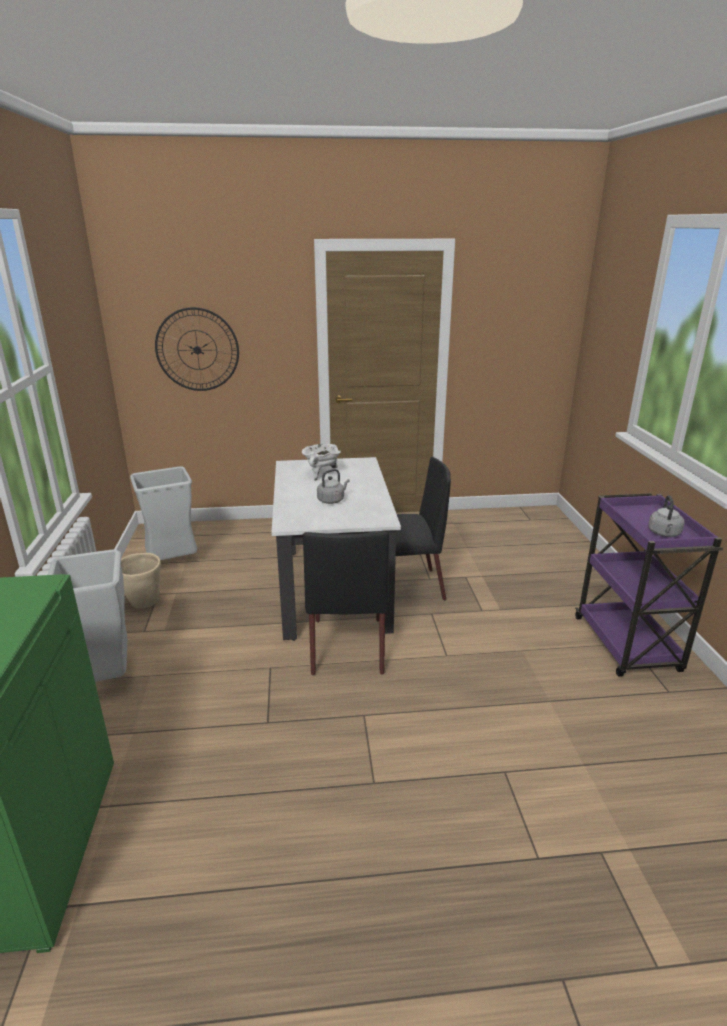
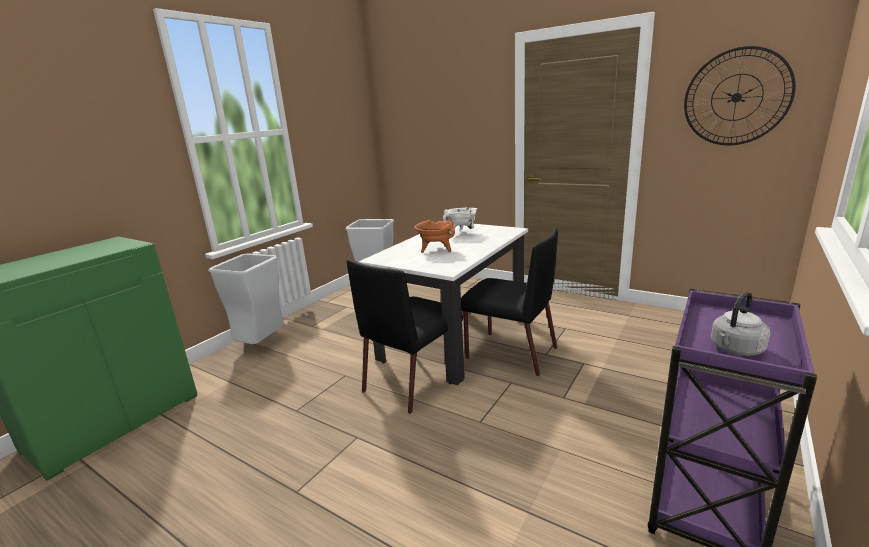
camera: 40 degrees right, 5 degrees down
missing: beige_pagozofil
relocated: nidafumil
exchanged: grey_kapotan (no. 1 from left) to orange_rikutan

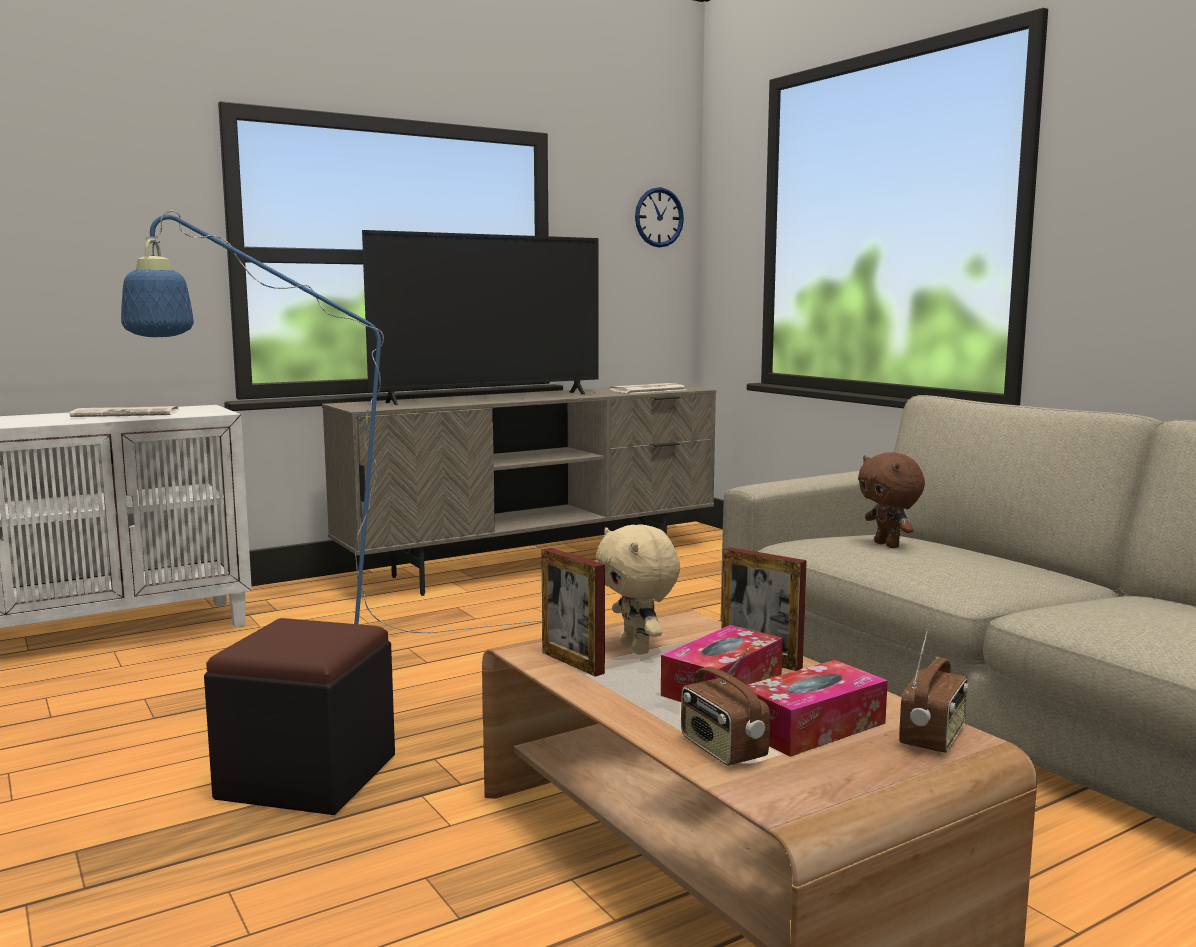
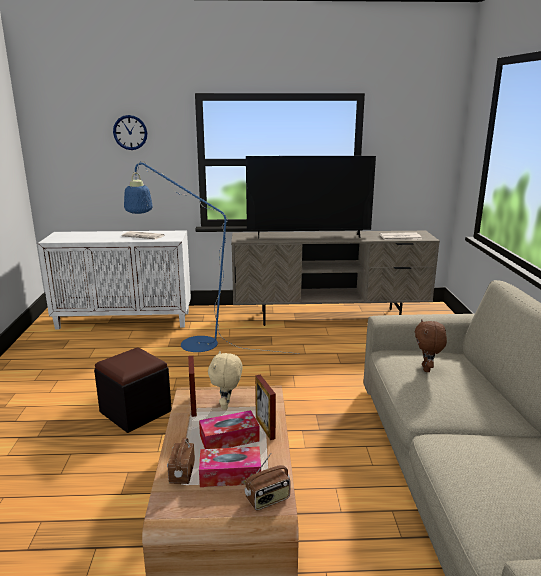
camera: 30 degrees right, 10 degrees up
relocated: nidafumil

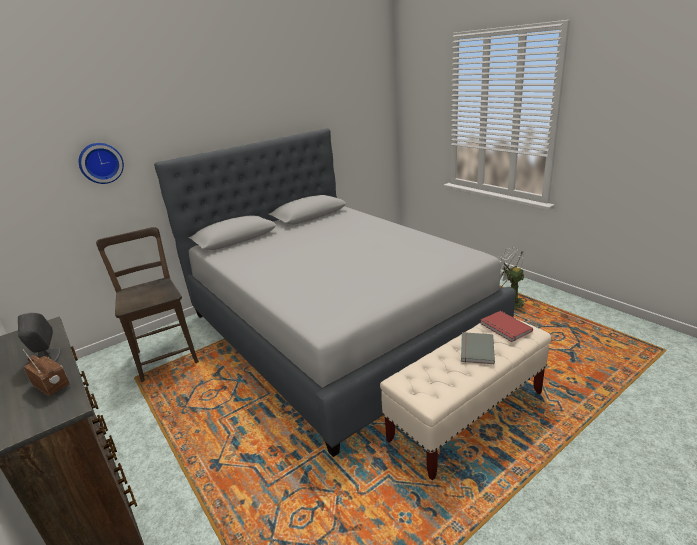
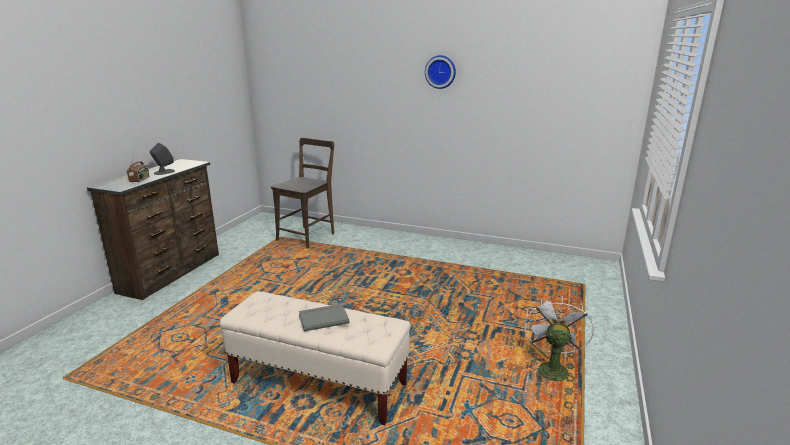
camera: 55 degrees right, 5 degrees down
missing: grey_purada; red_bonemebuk
relocated: nidafumil

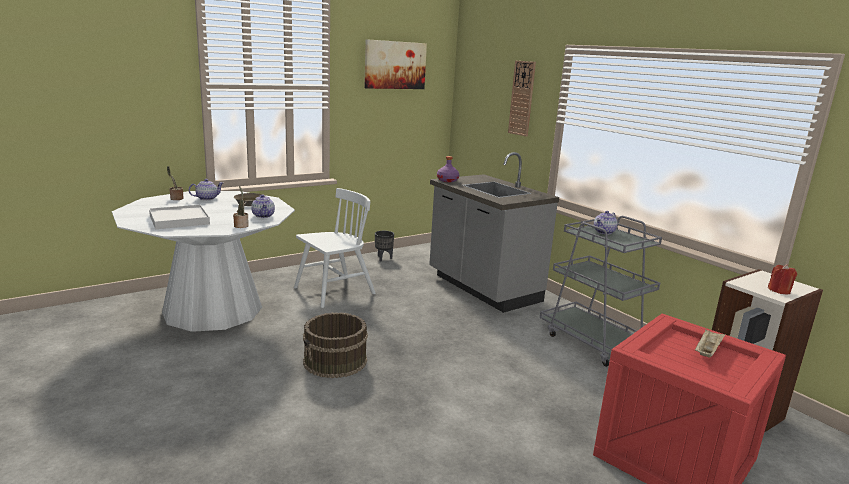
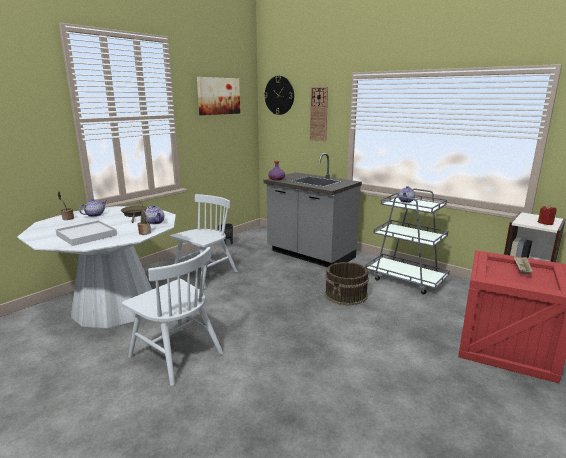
camera: 15 degrees left, 0 degrees up
appeared: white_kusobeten (no. 1 from left); nidafumil (no. 1 from left)
relocated: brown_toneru

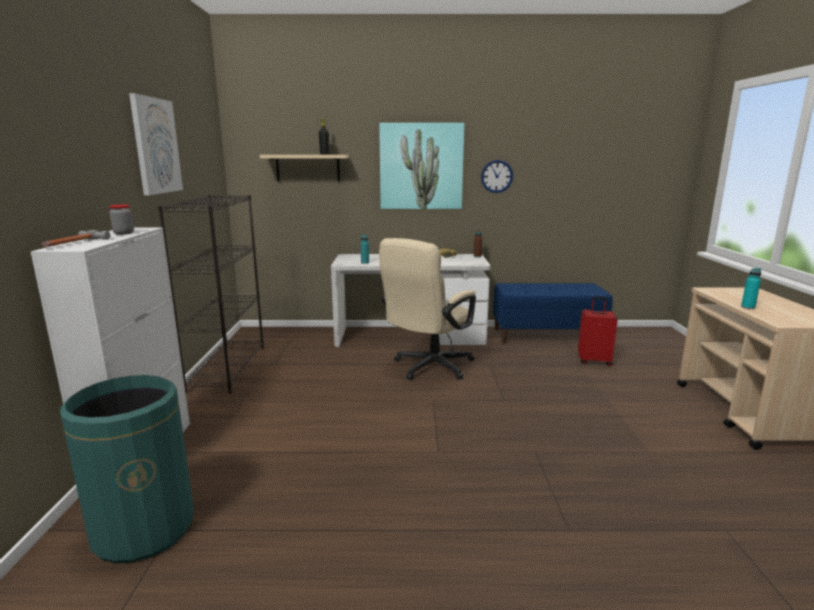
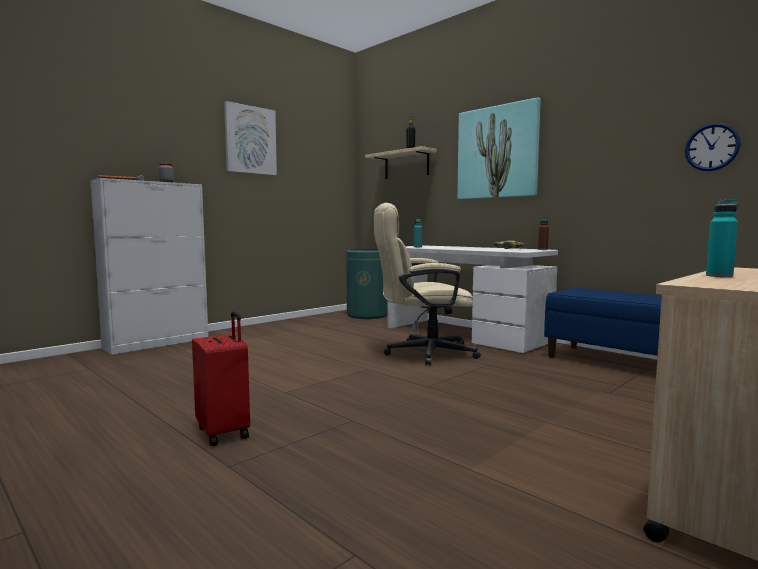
camera: 45 degrees right, 10 degrees down
missing: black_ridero
relocated: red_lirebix; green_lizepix; nidafumil

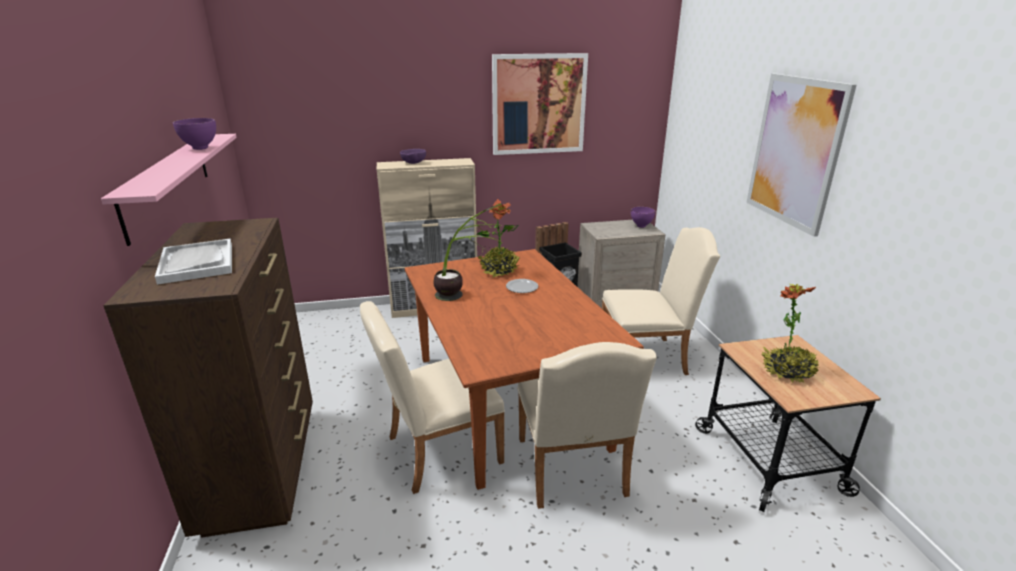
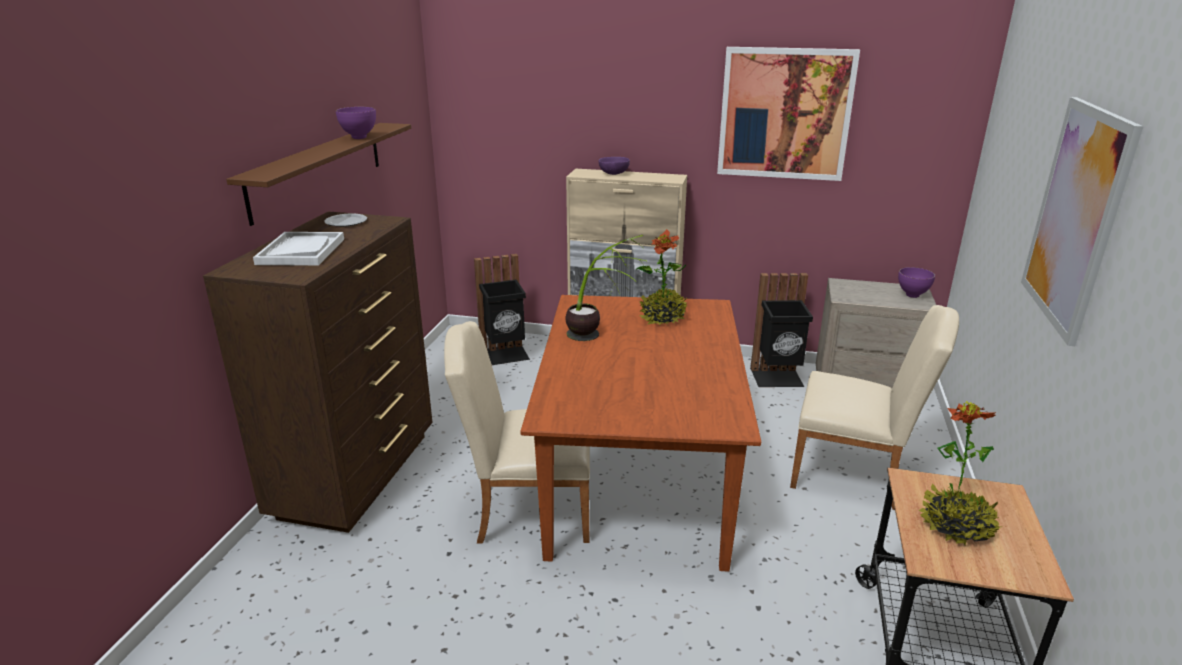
camera: 25 degrees right, 0 degrees up
missing: beige_kusobeten (no. 2 from left)
appeared: black_lizepix (no. 1 from left)
relocated: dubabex
colour: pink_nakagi to brown_nakagi

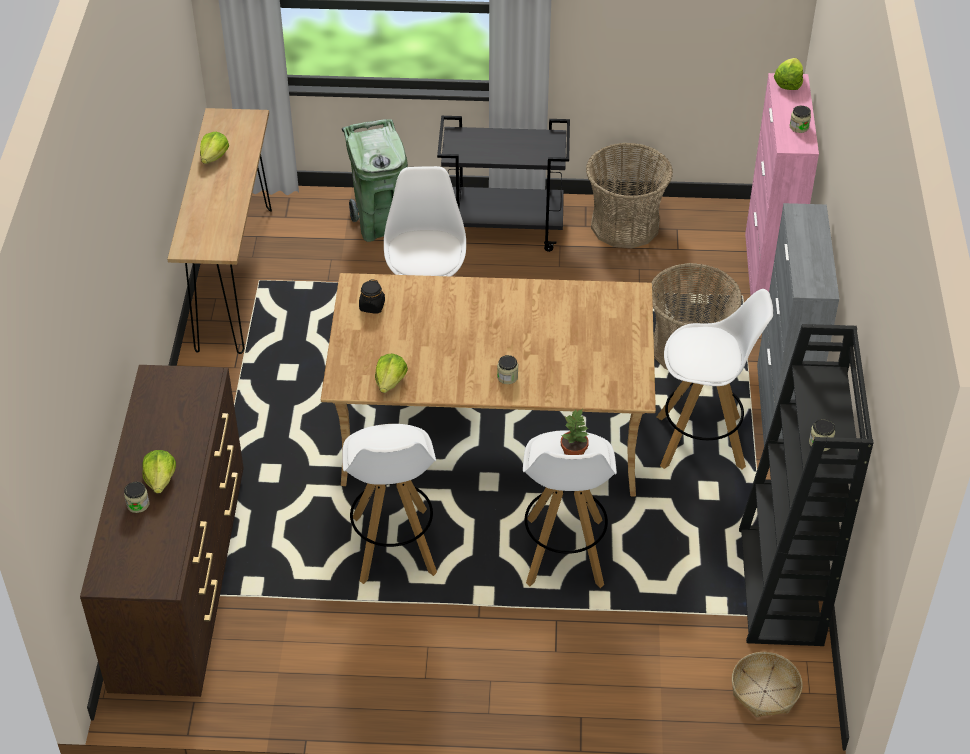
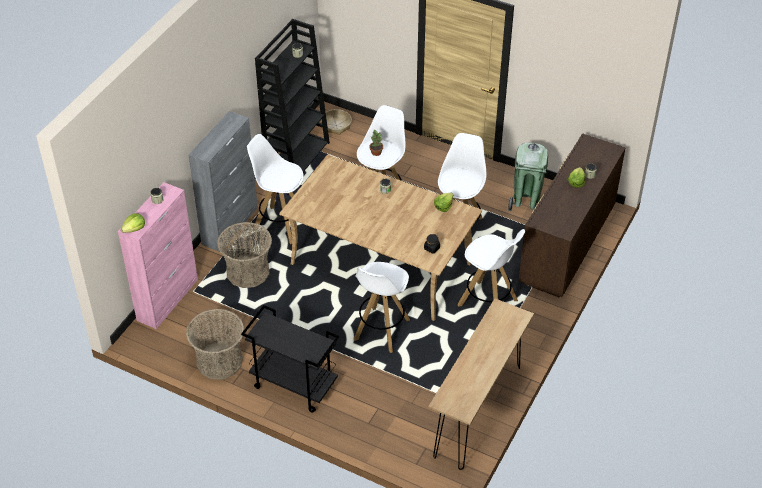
camera: 155 degrees left, 0 degrees up
missing: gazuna (no. 2 from left)
appeared: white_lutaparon (no. 5 from left)
relocated: green_lizepix

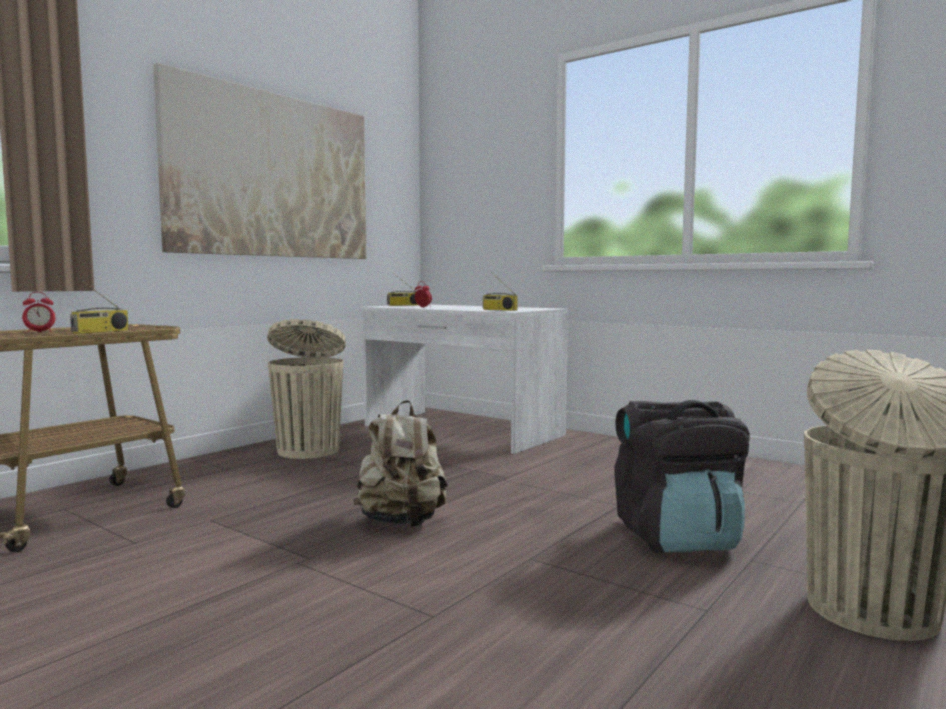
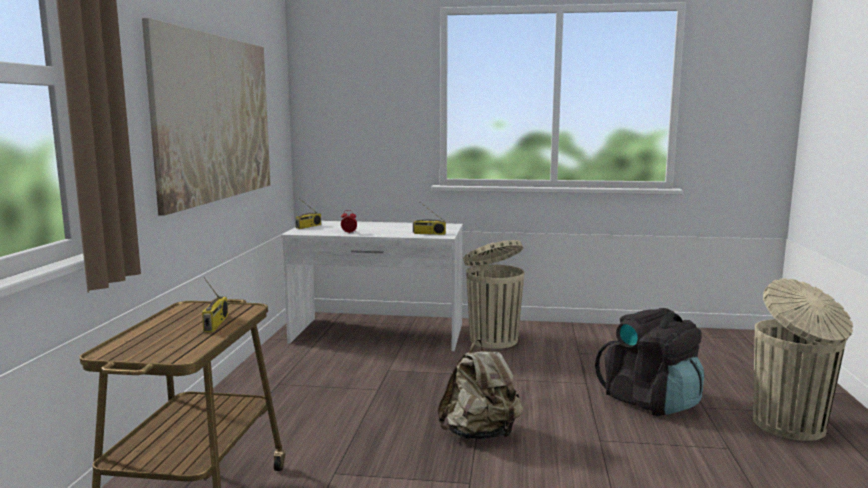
camera: 30 degrees left, 5 degrees up
missing: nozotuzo (no. 1 from left)
relocated: beige_lizepix (no. 1 from left)

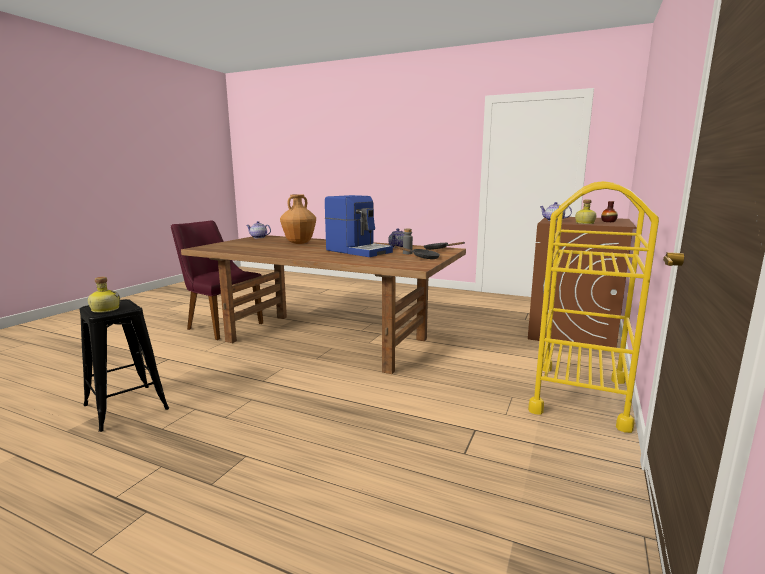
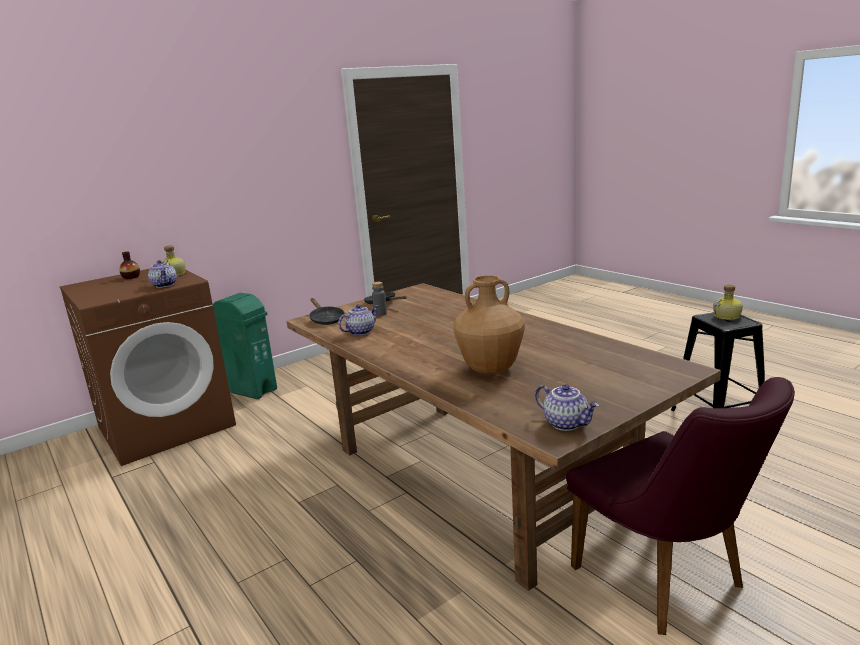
camera: 150 degrees left, 5 degrees up
missing: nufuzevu; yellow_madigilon
appeared: green_lizepix

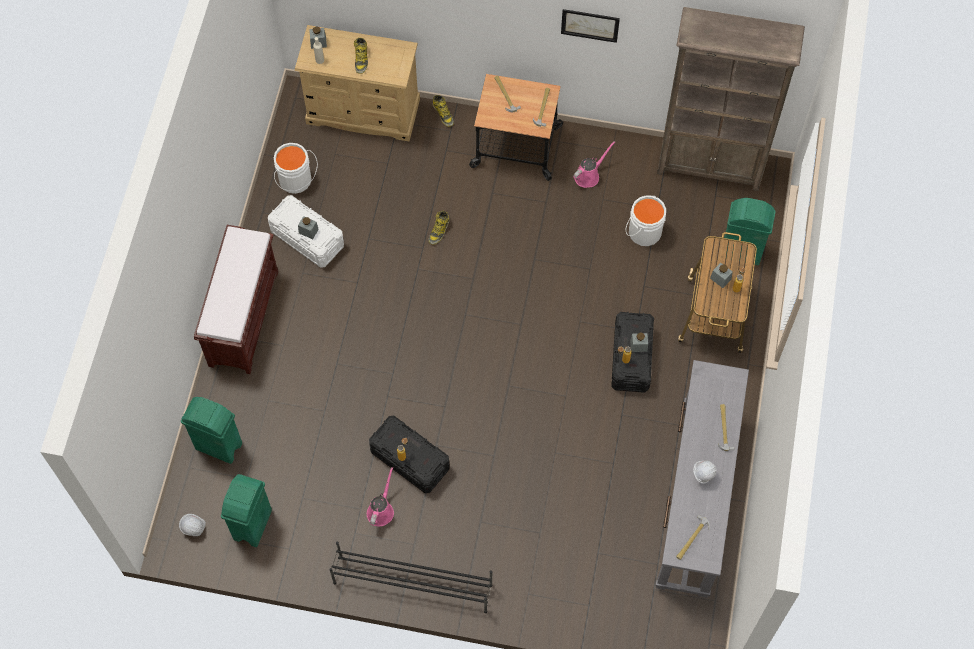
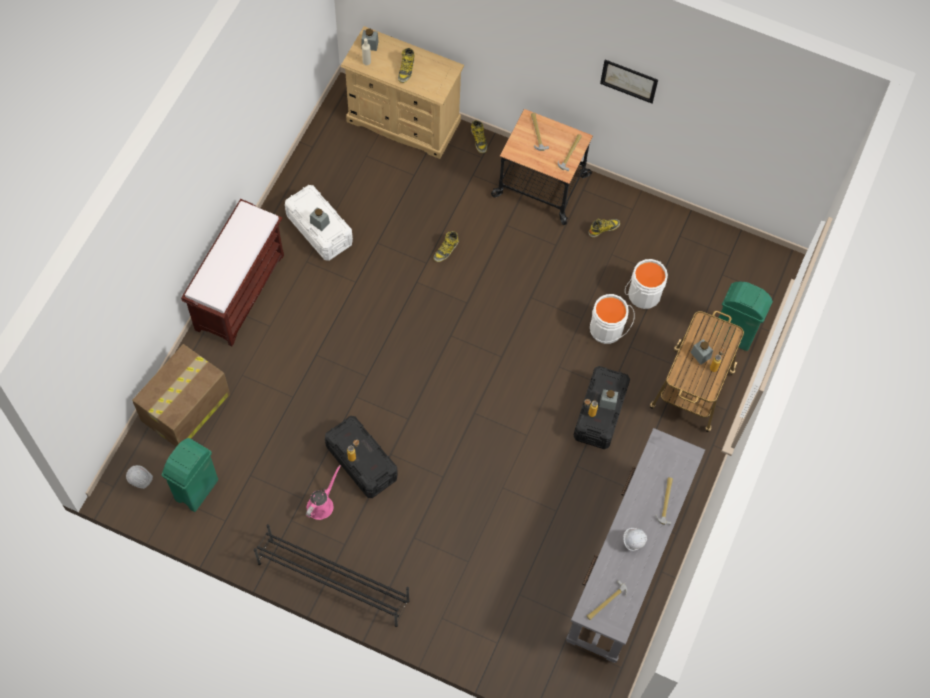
camera: 10 degrees right, 0 degrees up
missing: brown_ridero
relocated: white_toneru (no. 1 from left)
exchanged: green_lizepix (no. 1 from left) to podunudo; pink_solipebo (no. 2 from left) to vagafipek (no. 4 from left)

